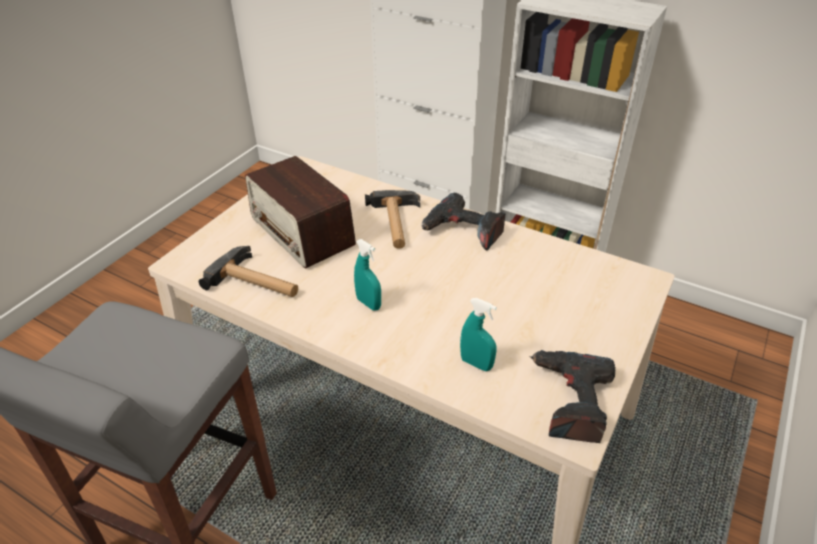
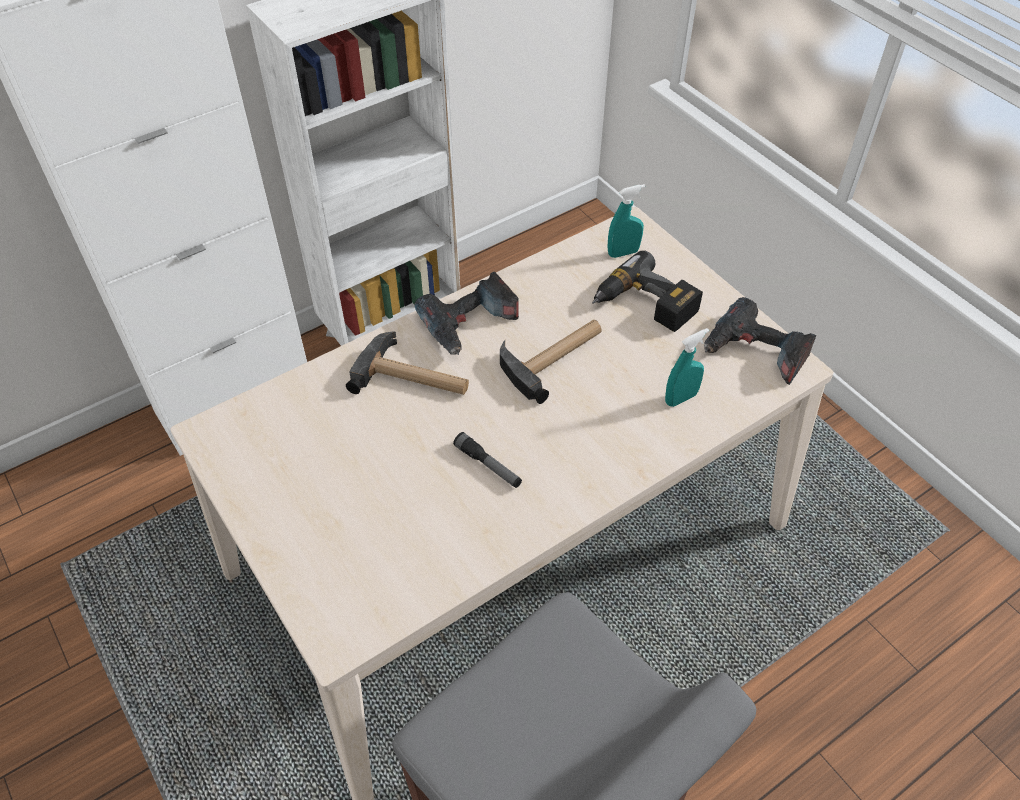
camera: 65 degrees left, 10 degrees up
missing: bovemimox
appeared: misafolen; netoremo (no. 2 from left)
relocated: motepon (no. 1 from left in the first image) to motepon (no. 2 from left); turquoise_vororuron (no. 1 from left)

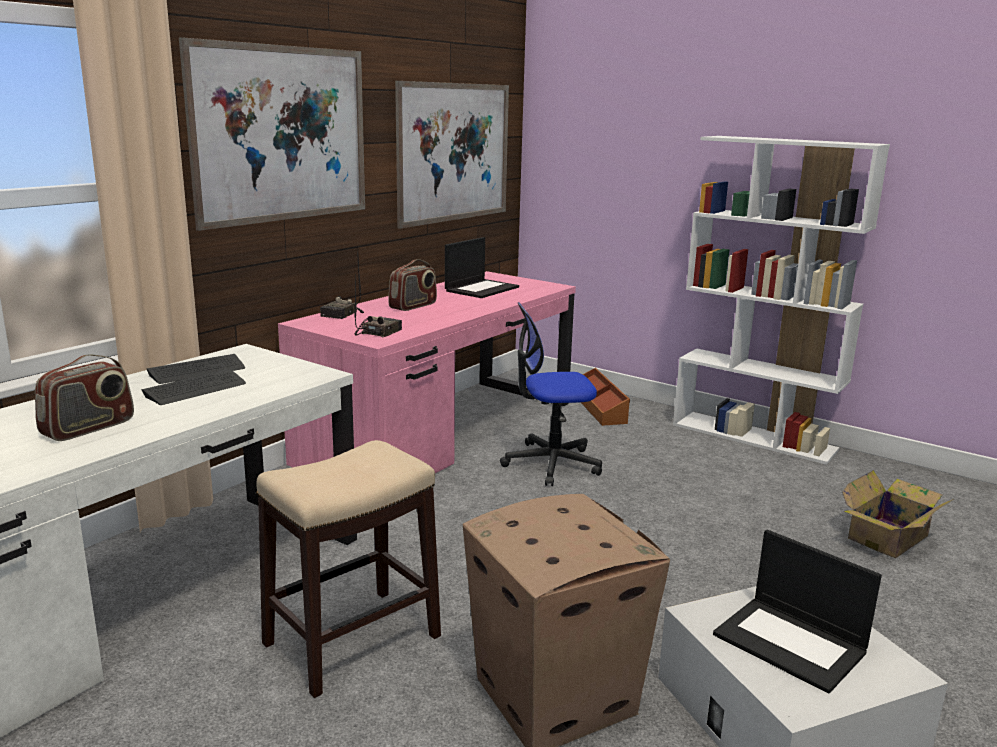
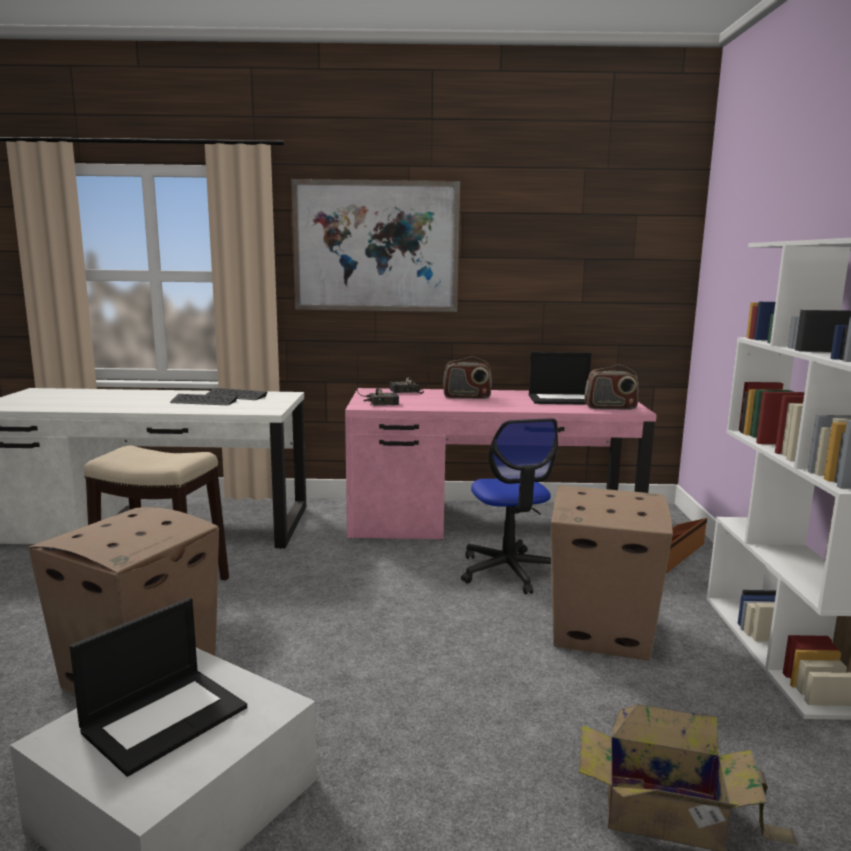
camera: 55 degrees right, 5 degrees down
missing: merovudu (no. 2 from left)
appeared: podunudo (no. 2 from left)
relocated: bovemimox (no. 1 from left in the first image) to bovemimox (no. 4 from left)
spun: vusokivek (no. 2 from left in the first image) 150 degrees counterclockwise; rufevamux 150 degrees counterclockwise

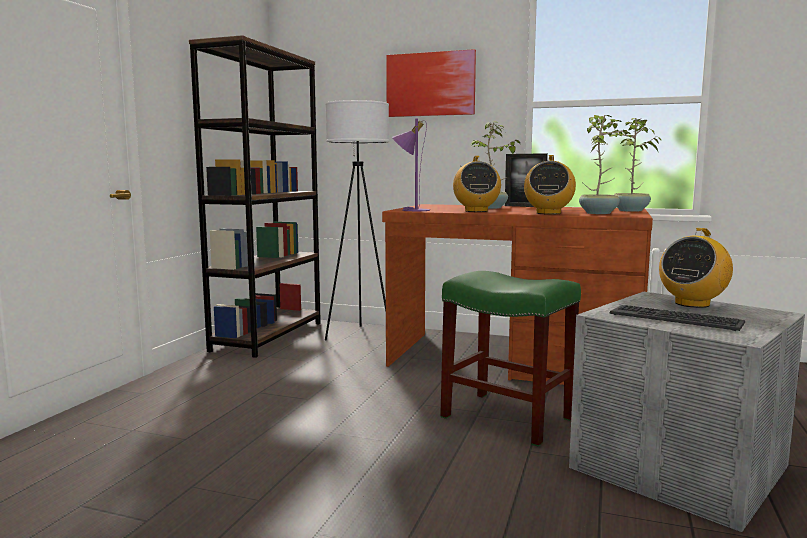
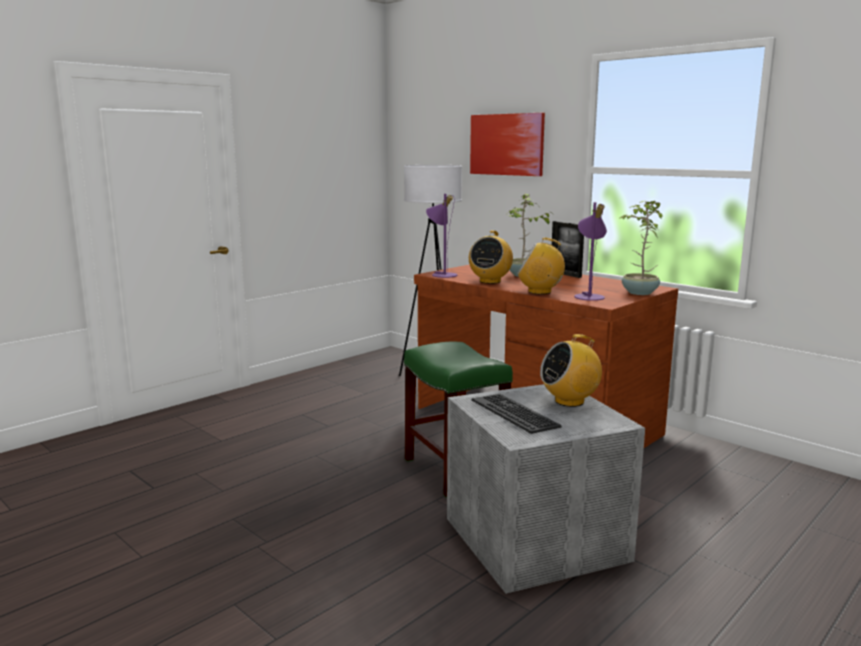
camera: 25 degrees right, 5 degrees up
missing: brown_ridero
exchanged: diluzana (no. 2 from left) to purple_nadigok (no. 2 from left)
spun: bovemimox (no. 2 from left) 60 degrees clockwise

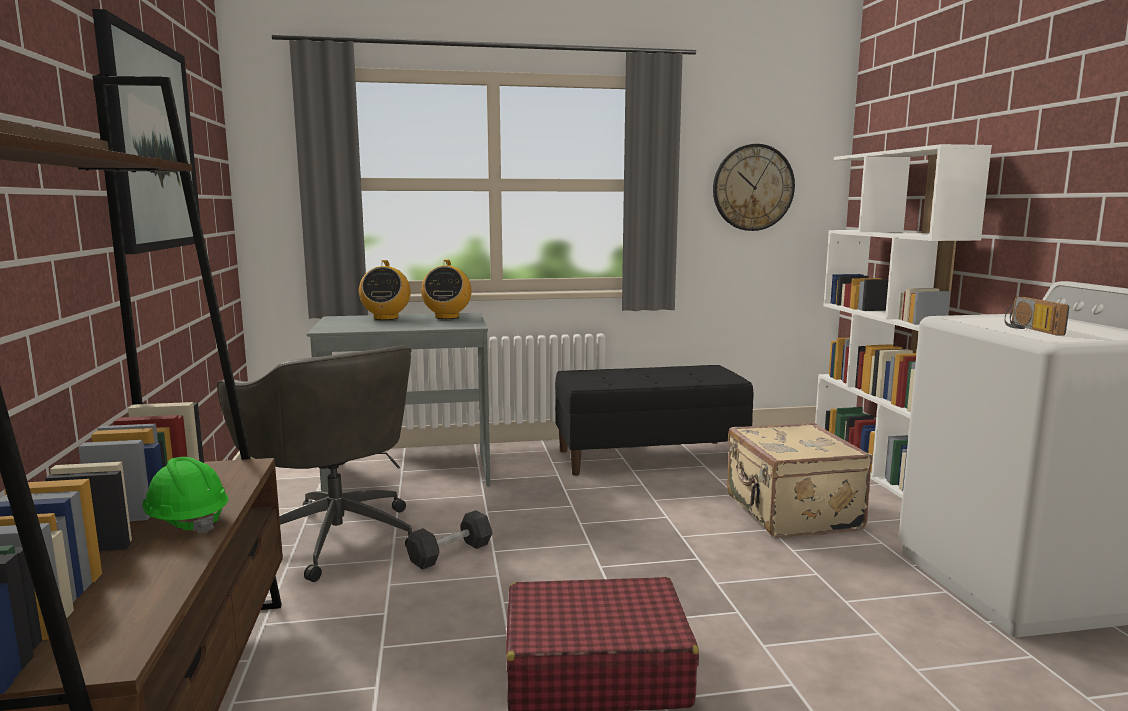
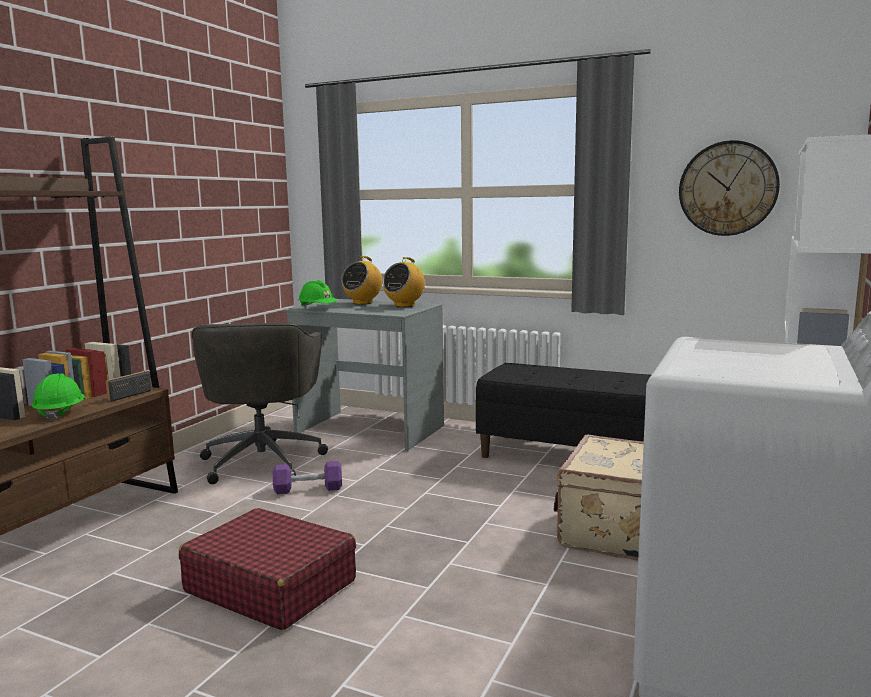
camera: 35 degrees right, 0 degrees up
missing: merovudu
appeared: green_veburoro (no. 2 from left)
relocated: bovemimox (no. 3 from left in the first image) to bovemimox (no. 1 from left)
colour: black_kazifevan to purple_kazifevan

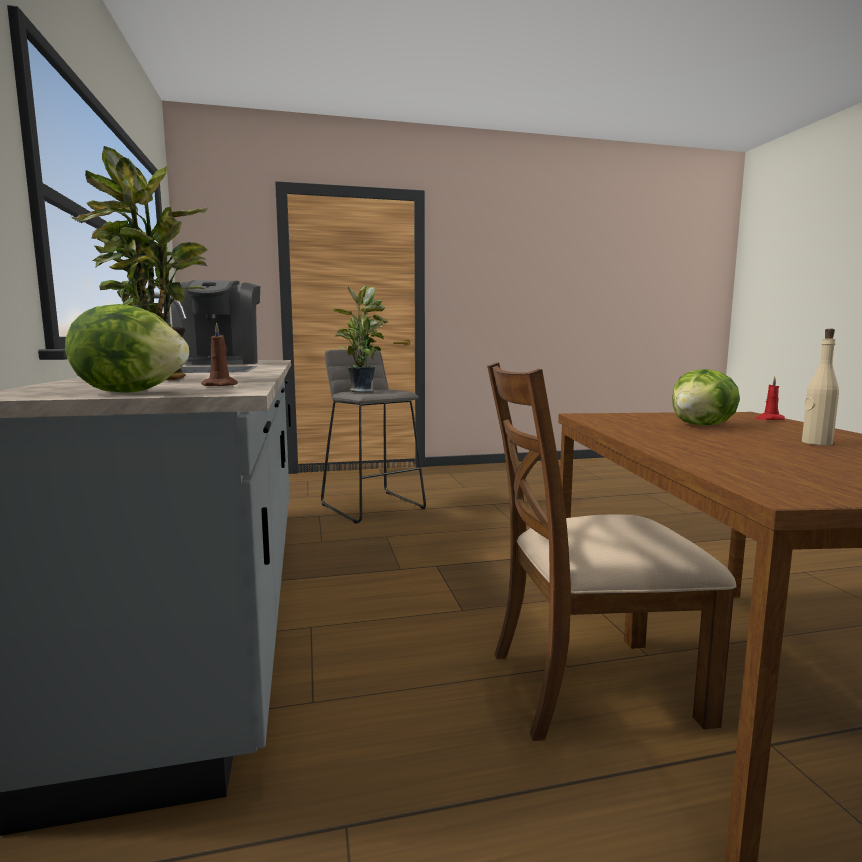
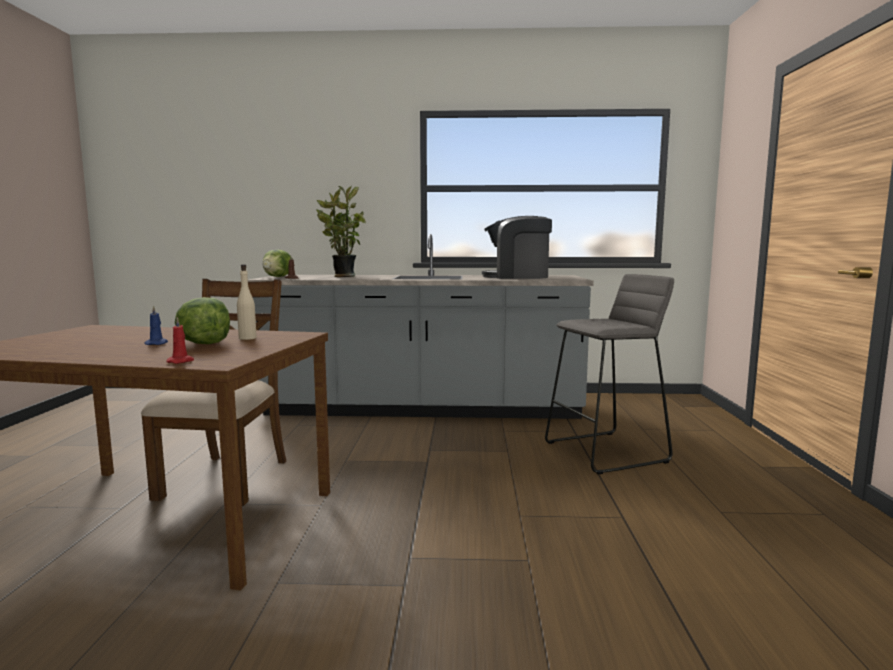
camera: 105 degrees right, 0 degrees up
missing: diluzana (no. 2 from left)
appeared: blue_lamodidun
relocated: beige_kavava

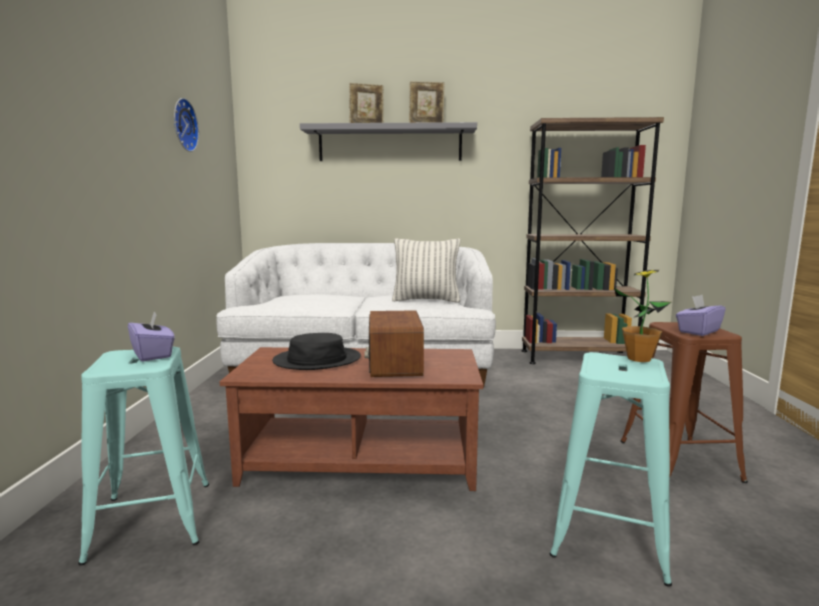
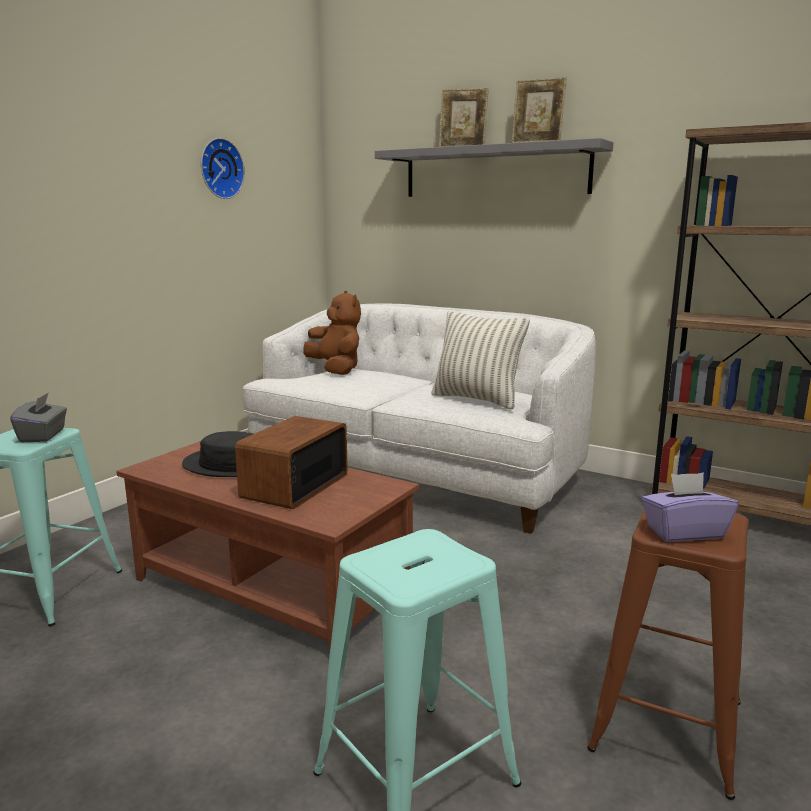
camera: 30 degrees right, 5 degrees up
missing: diluzana
appeared: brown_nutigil
colour: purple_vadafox (no. 1 from left) to grey_vadafox

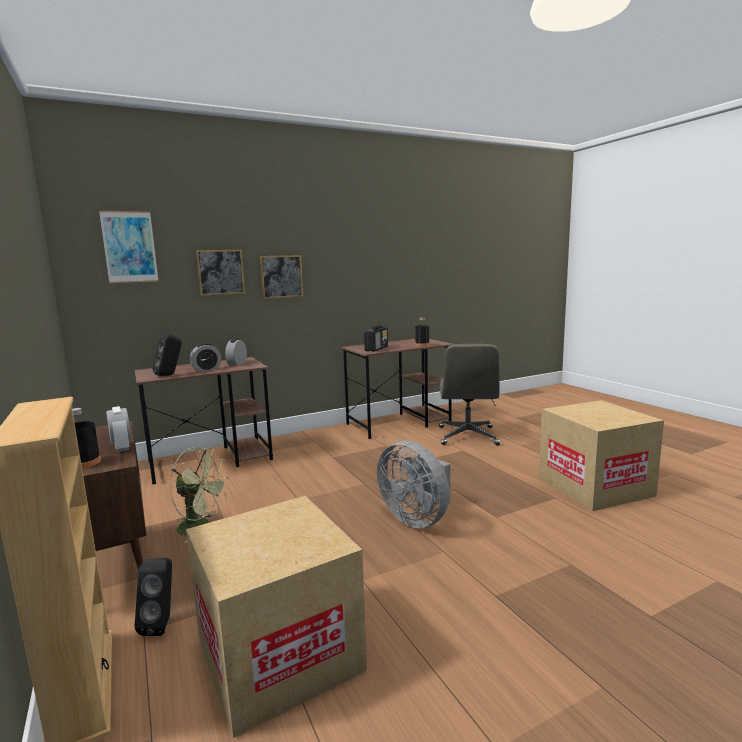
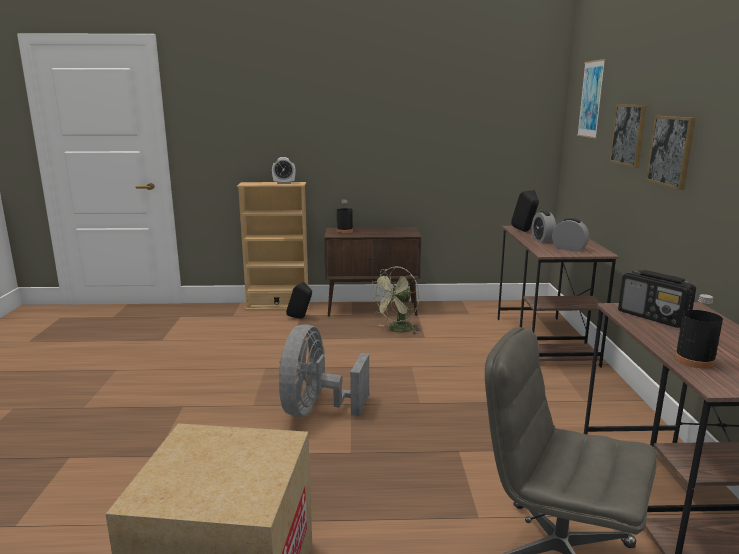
camera: 115 degrees right, 5 degrees up
missing: podunudo (no. 1 from left)
relocated: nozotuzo (no. 1 from left)
spun: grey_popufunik 60 degrees counterclockwise

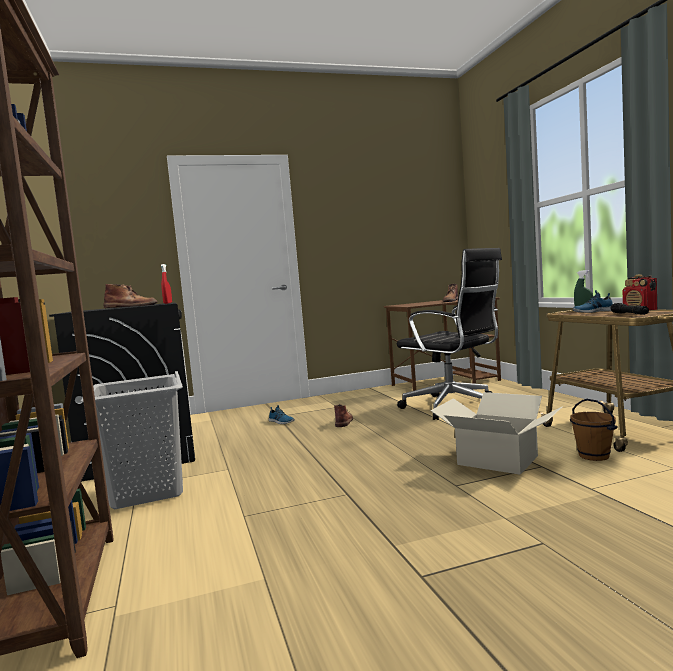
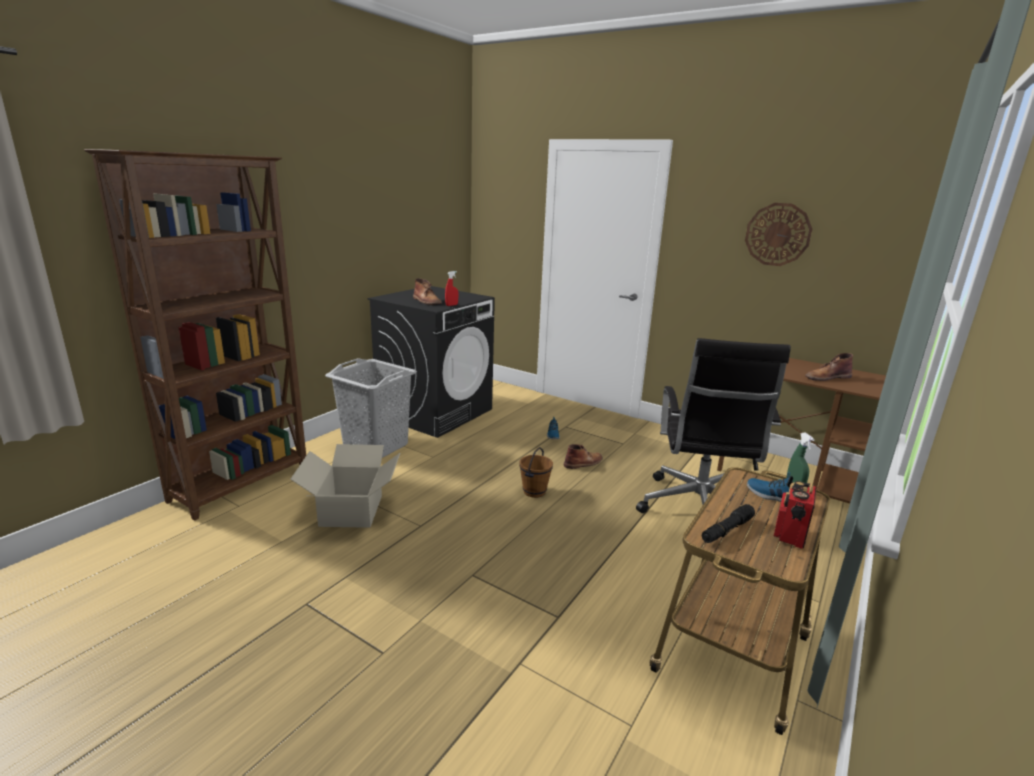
camera: 50 degrees right, 15 degrees up
appeared: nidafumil
relocated: podunudo; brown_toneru

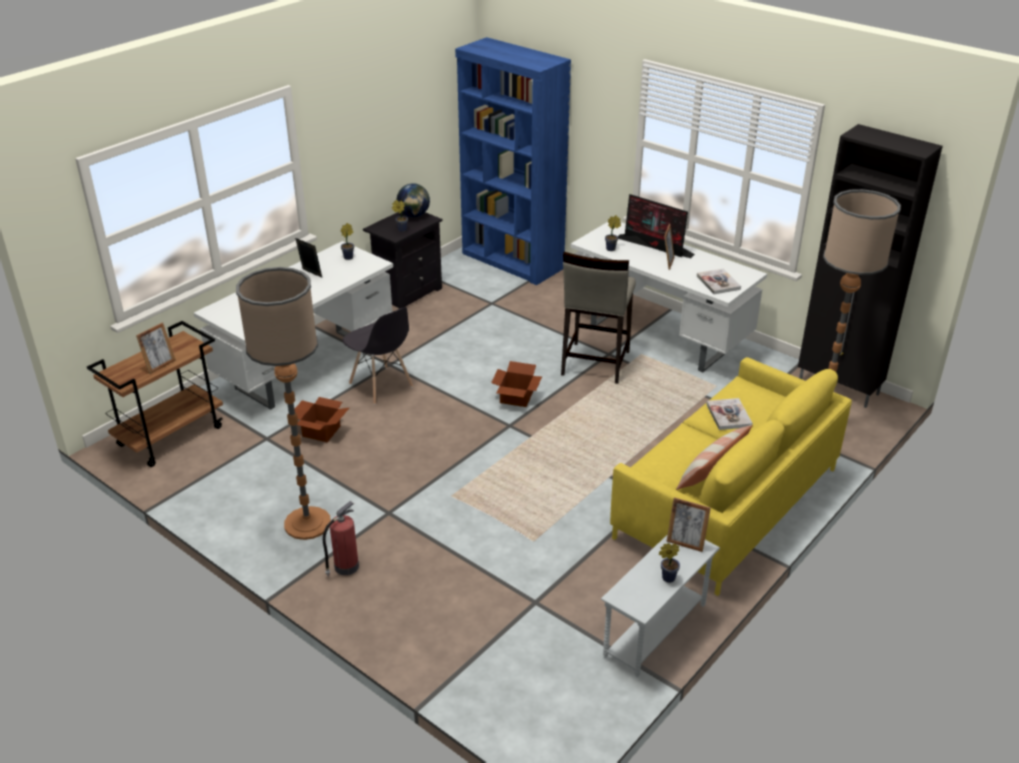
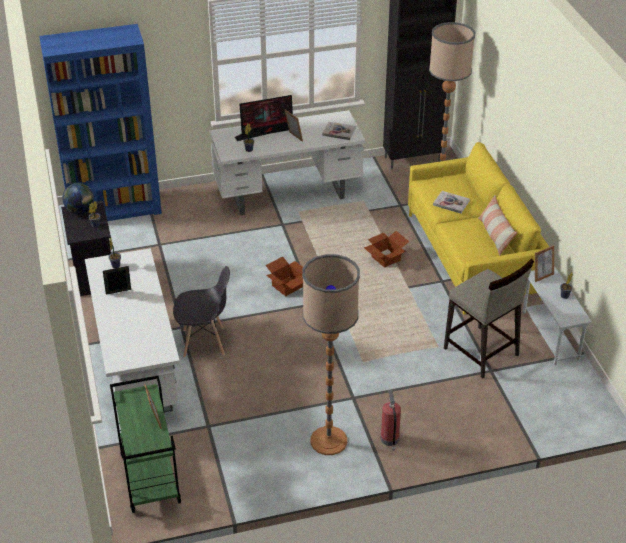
camera: 55 degrees left, 5 degrees up
relocated: podunudo (no. 1 from left in the first image) to podunudo (no. 2 from left); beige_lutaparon
colour: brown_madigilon to green_madigilon

